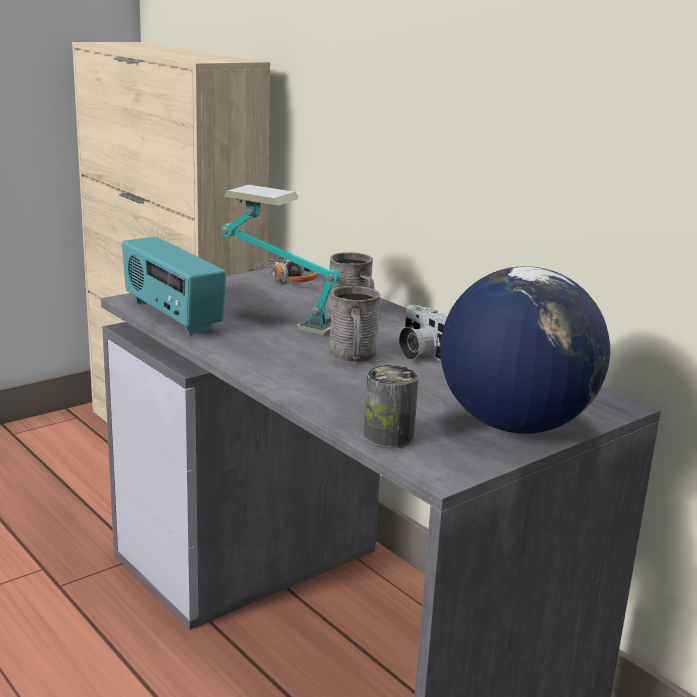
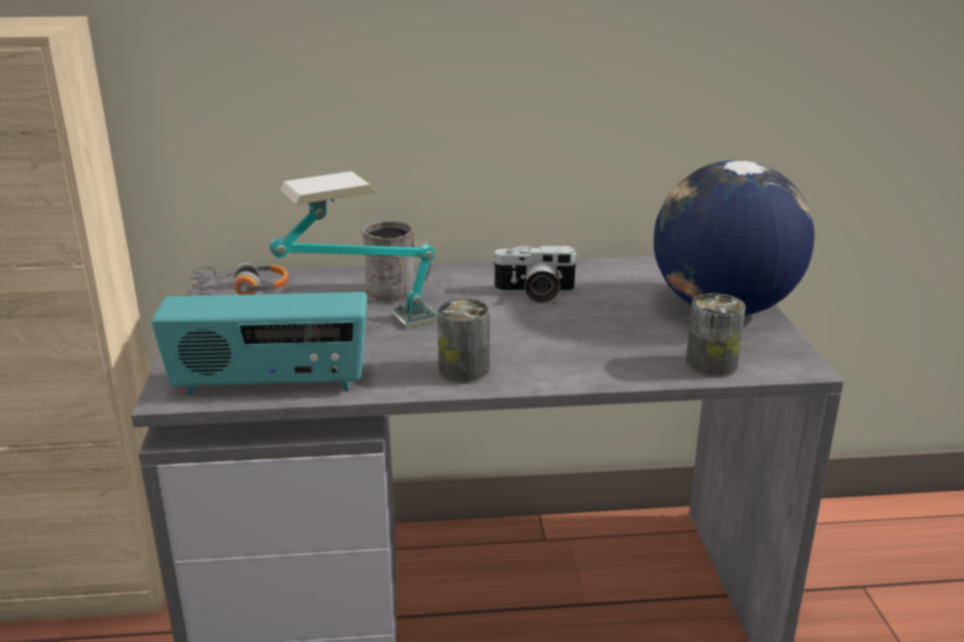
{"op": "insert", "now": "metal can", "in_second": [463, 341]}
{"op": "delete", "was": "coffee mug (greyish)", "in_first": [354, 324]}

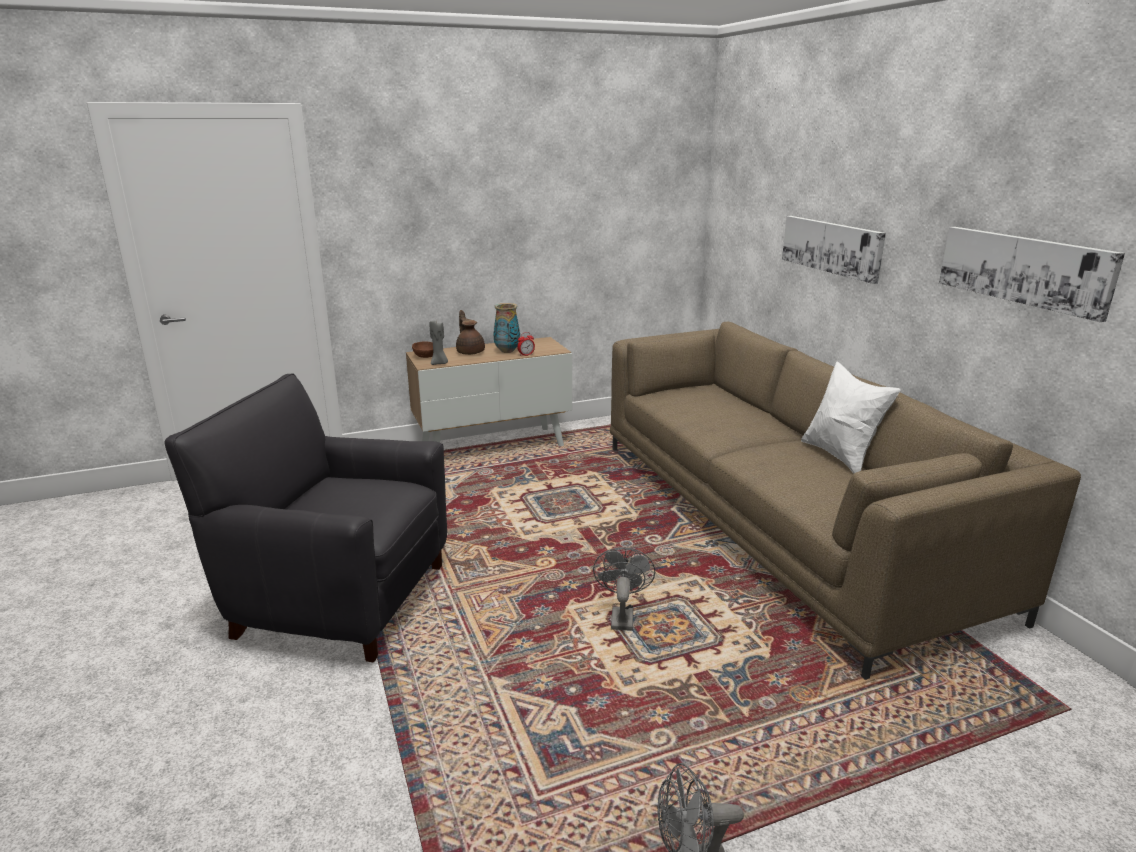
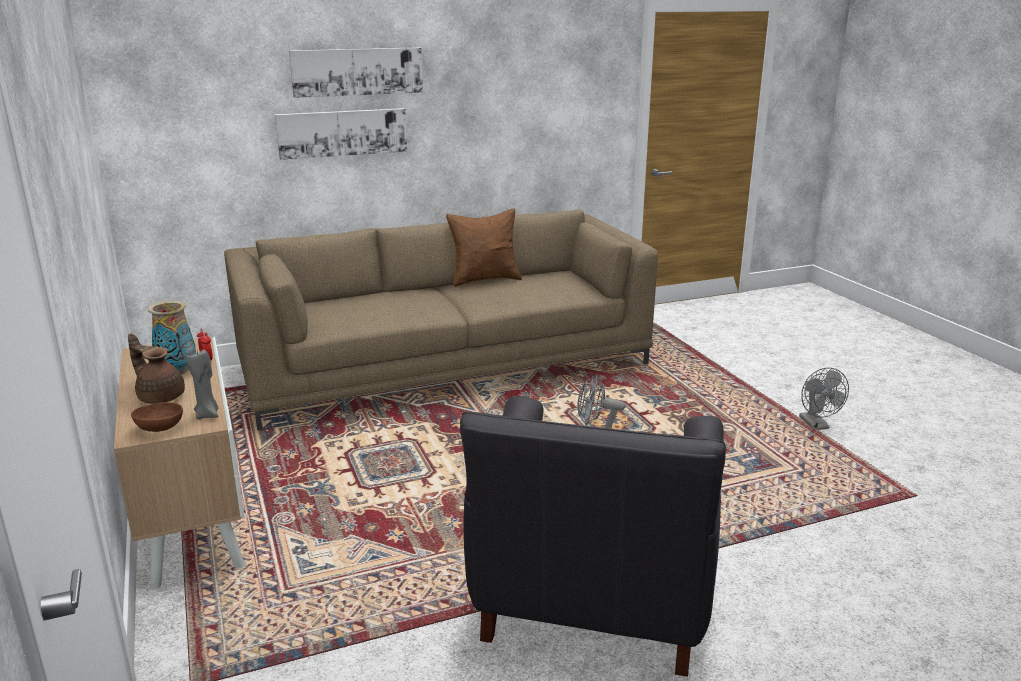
{"op": "rotate", "was": "teapot (brown)", "in_first": [470, 332], "in_second": [156, 368], "clockwise": 60}
{"op": "move", "was": "picture", "in_first": [1032, 274], "in_second": [356, 73]}
{"op": "recolor", "was": "pillow (white-coloured)", "now": "pillow (brown)", "in_first": [851, 417], "in_second": [484, 247]}

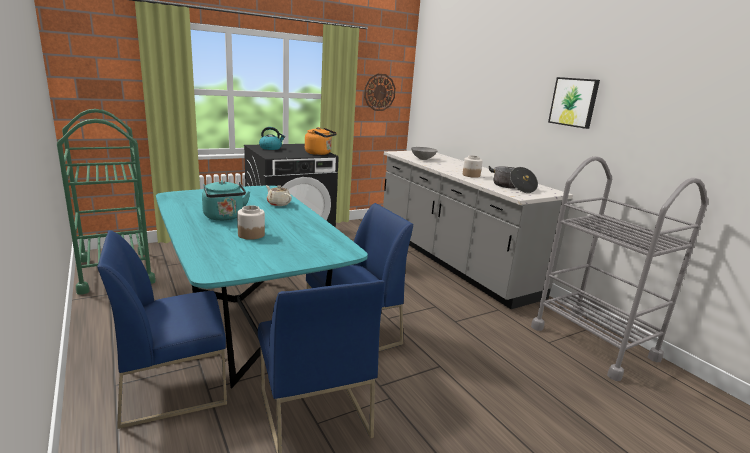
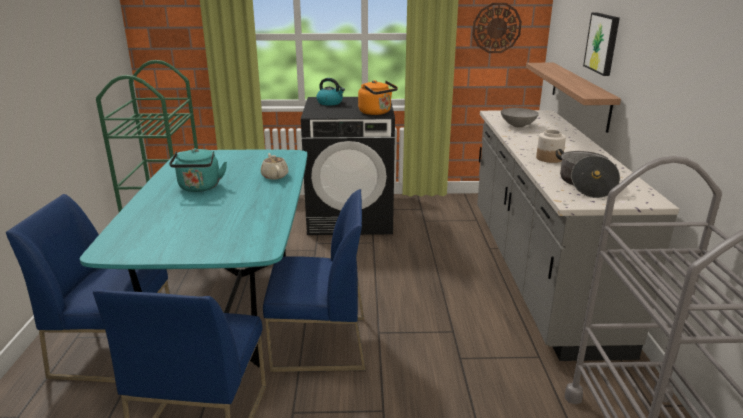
{"op": "insert", "now": "wall shelf", "in_second": [573, 98]}
{"op": "move", "was": "picture", "in_first": [574, 103], "in_second": [601, 44]}
{"op": "delete", "was": "preserve jar", "in_first": [251, 222]}

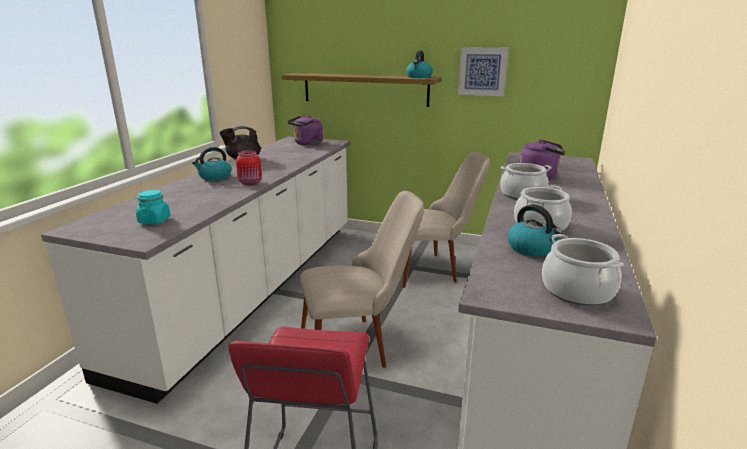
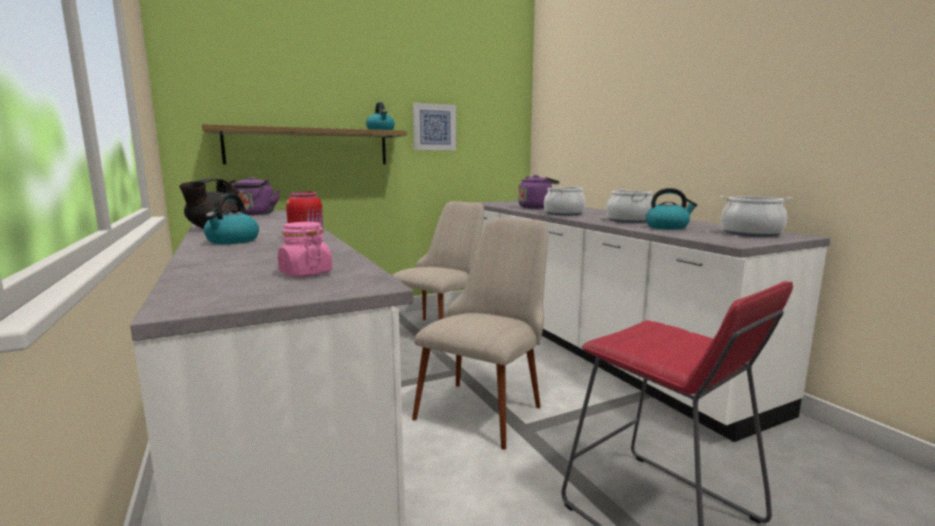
{"op": "recolor", "was": "preserve jar (turquoise)", "now": "preserve jar (pinkish)", "in_first": [153, 207], "in_second": [305, 249]}

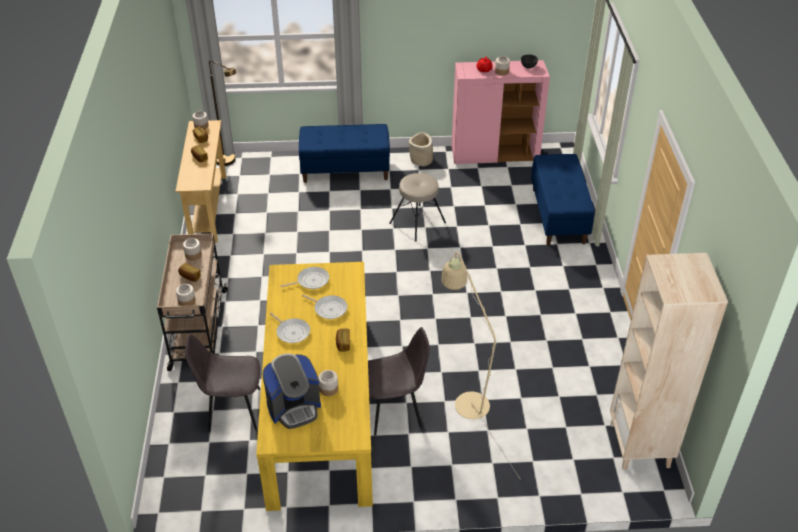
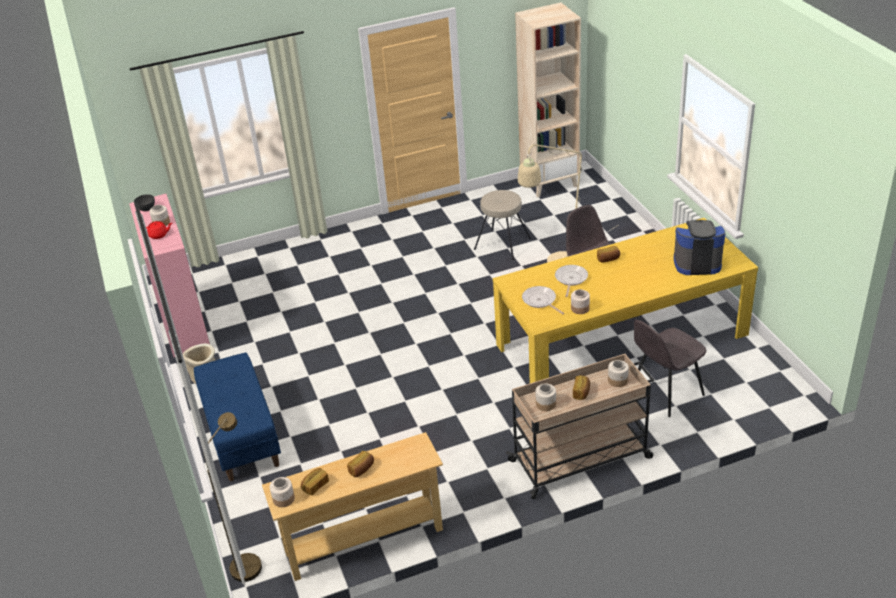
{"op": "move", "was": "stool seat (sand-coloured)", "in_first": [417, 207], "in_second": [502, 225]}
{"op": "move", "was": "preserve jar", "in_first": [328, 383], "in_second": [580, 301]}
{"op": "rotate", "was": "chair (greyish)", "in_first": [222, 382], "in_second": [670, 368], "clockwise": 75}
{"op": "rotate", "was": "coffee brewer", "in_first": [291, 391], "in_second": [699, 247], "clockwise": -45}
{"op": "delete", "was": "skillet", "in_first": [290, 328]}
{"op": "delete", "was": "bench (blue-coloured)", "in_first": [562, 200]}

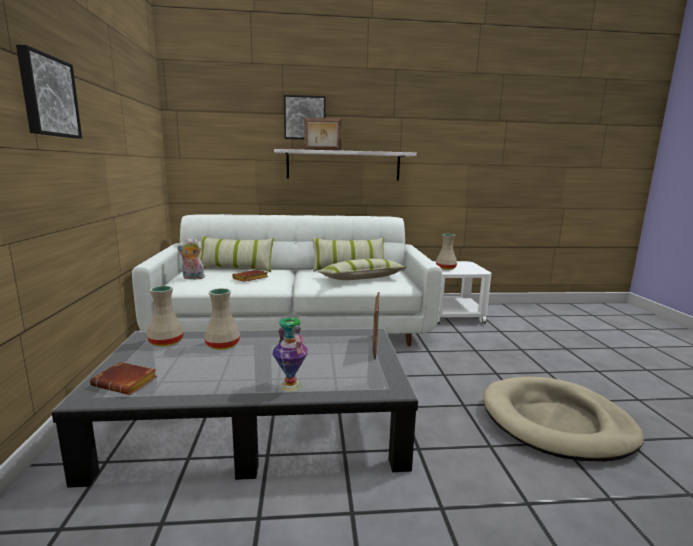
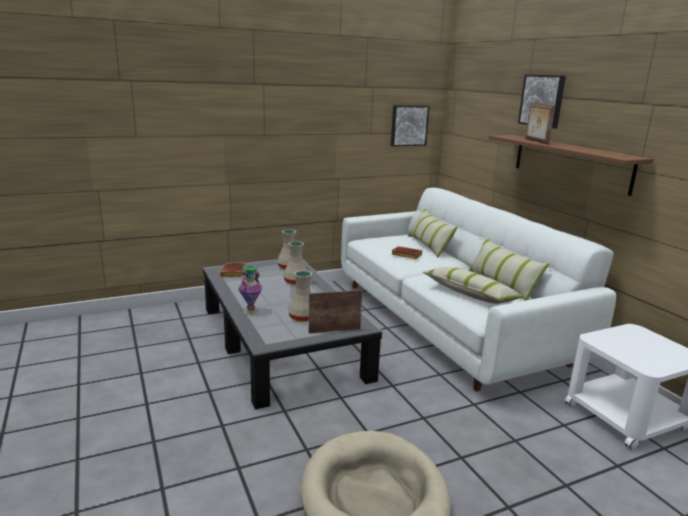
{"op": "move", "was": "flower vase (sand-coloured)", "in_first": [446, 252], "in_second": [300, 296]}
{"op": "move", "was": "picture", "in_first": [49, 92], "in_second": [410, 125]}
{"op": "recolor", "was": "wall shelf (white-coloured)", "now": "wall shelf (brown)", "in_first": [345, 165], "in_second": [571, 165]}
{"op": "delete", "was": "cuddly toy", "in_first": [191, 258]}

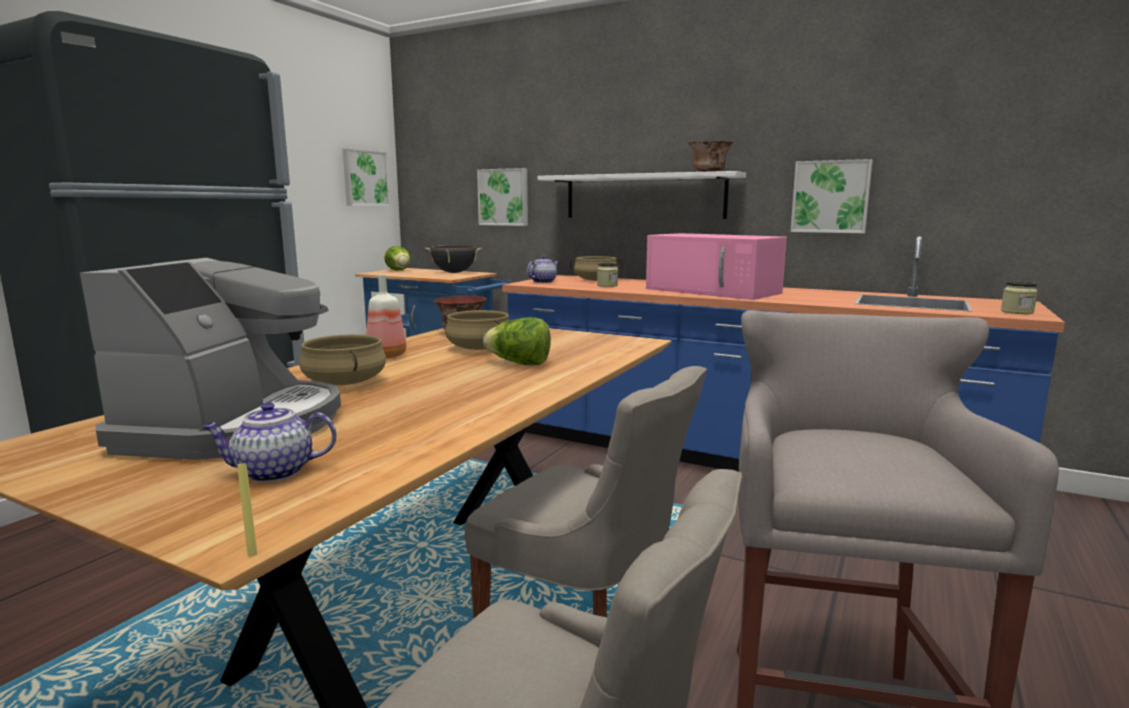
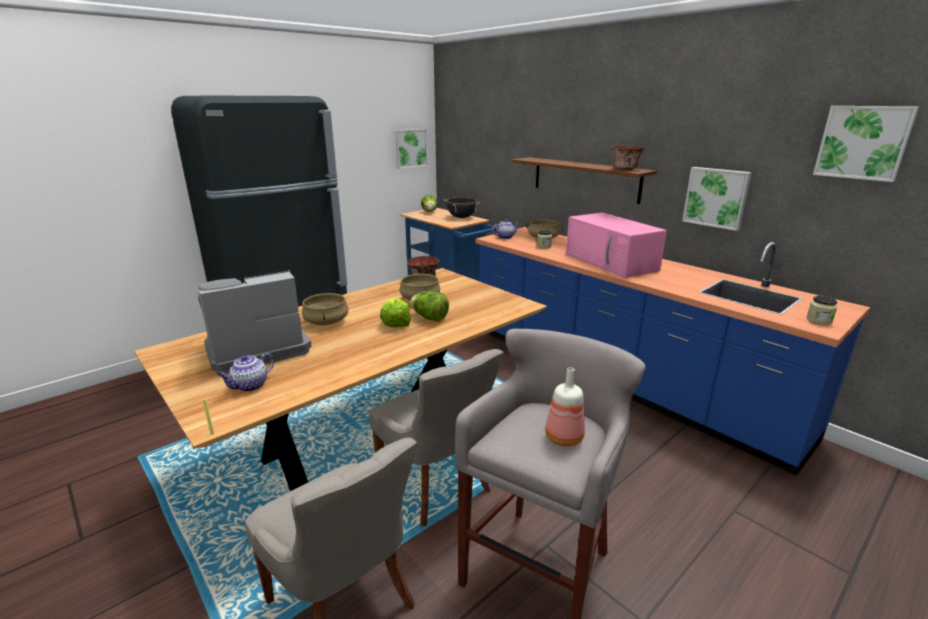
{"op": "rotate", "was": "coffee brewer", "in_first": [210, 359], "in_second": [255, 322], "clockwise": -150}
{"op": "rotate", "was": "teapot", "in_first": [269, 442], "in_second": [246, 372], "clockwise": -60}
{"op": "insert", "now": "lettuce head", "in_second": [395, 312]}
{"op": "recolor", "was": "wall shelf (white-coloured)", "now": "wall shelf (brown)", "in_first": [642, 195], "in_second": [584, 180]}
{"op": "move", "was": "beverage bottle", "in_first": [386, 316], "in_second": [565, 407]}
{"op": "move", "was": "picture", "in_first": [502, 197], "in_second": [866, 144]}

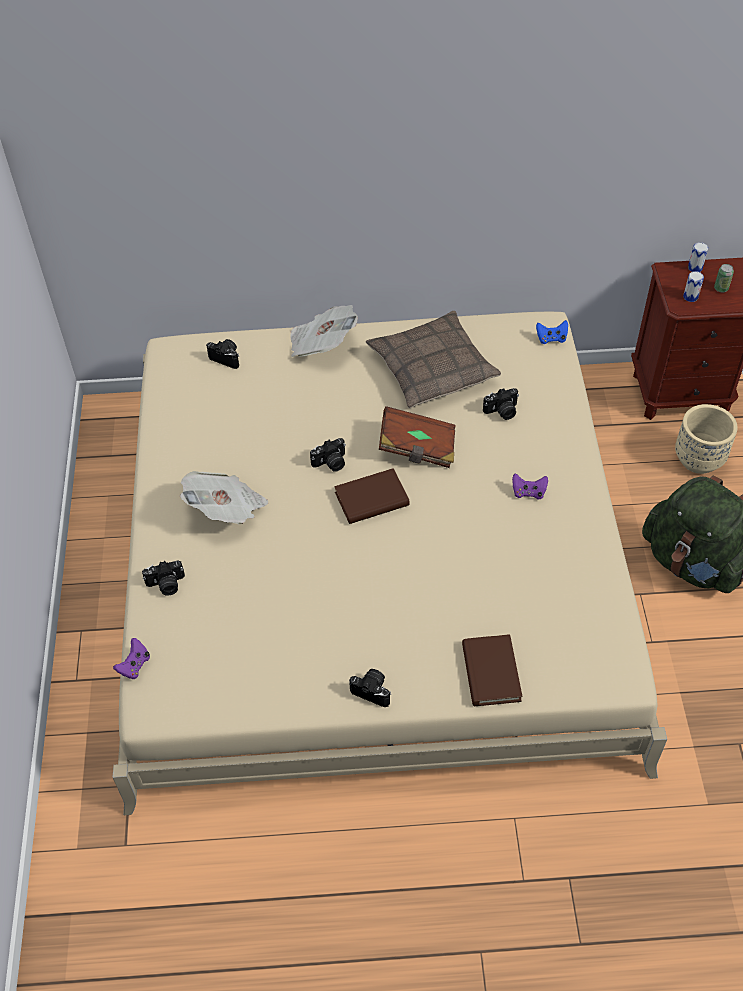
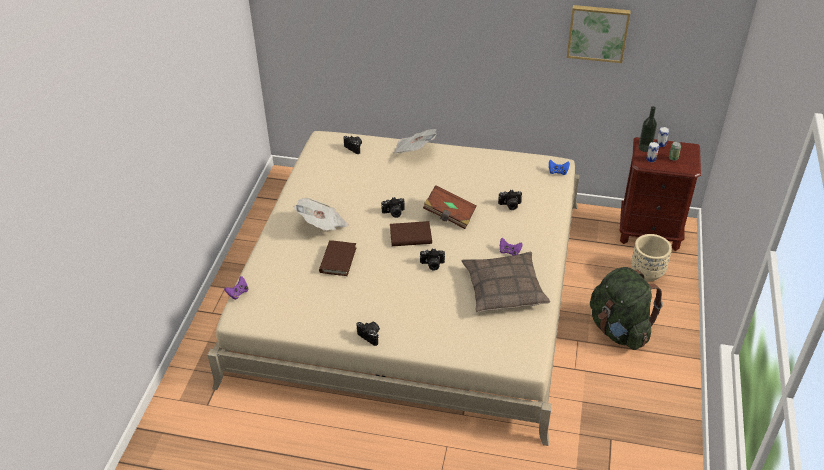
{"op": "move", "was": "volume (brown)", "in_first": [492, 670], "in_second": [337, 258]}
{"op": "move", "was": "photo camera", "in_first": [163, 578], "in_second": [432, 259]}
{"op": "move", "was": "pillow", "in_first": [433, 359], "in_second": [505, 282]}
{"op": "insert", "now": "picture", "in_second": [599, 34]}
{"op": "insert", "now": "beverage bottle", "in_second": [647, 129]}

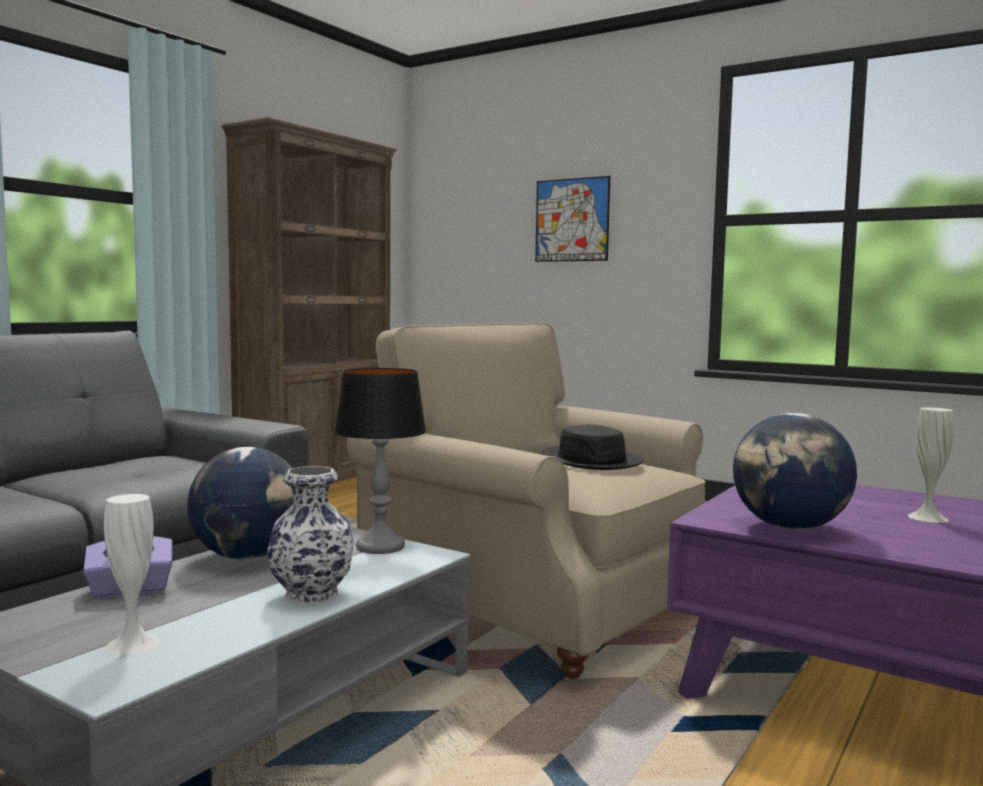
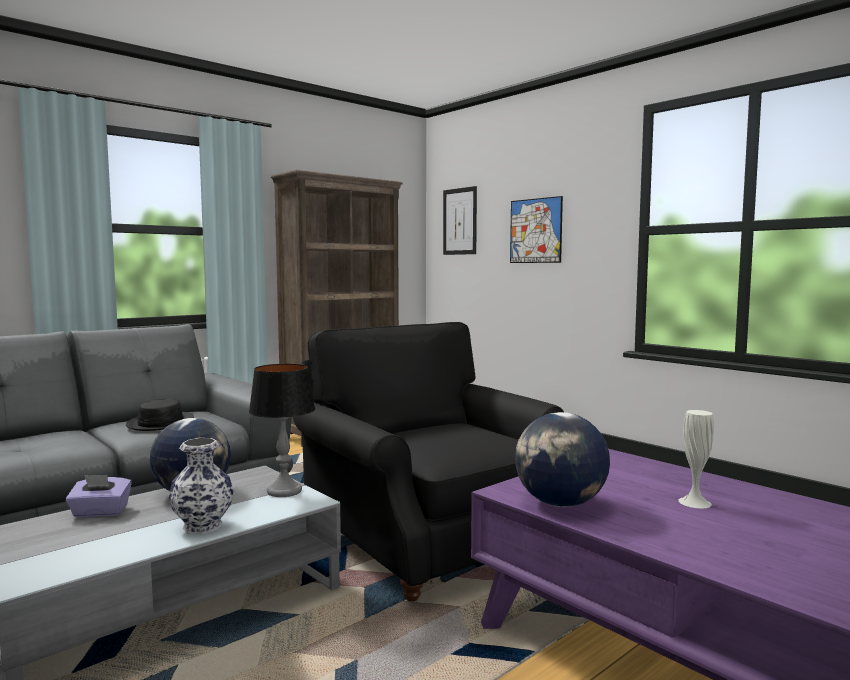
{"op": "move", "was": "wearable hat (black-coloured)", "in_first": [593, 447], "in_second": [160, 415]}
{"op": "recolor", "was": "lounge chair (sand-coloured)", "now": "lounge chair (black-coloured)", "in_first": [526, 501], "in_second": [428, 462]}
{"op": "insert", "now": "picture", "in_second": [460, 220]}
{"op": "delete", "was": "flower vase (white-coloured)", "in_first": [132, 574]}

